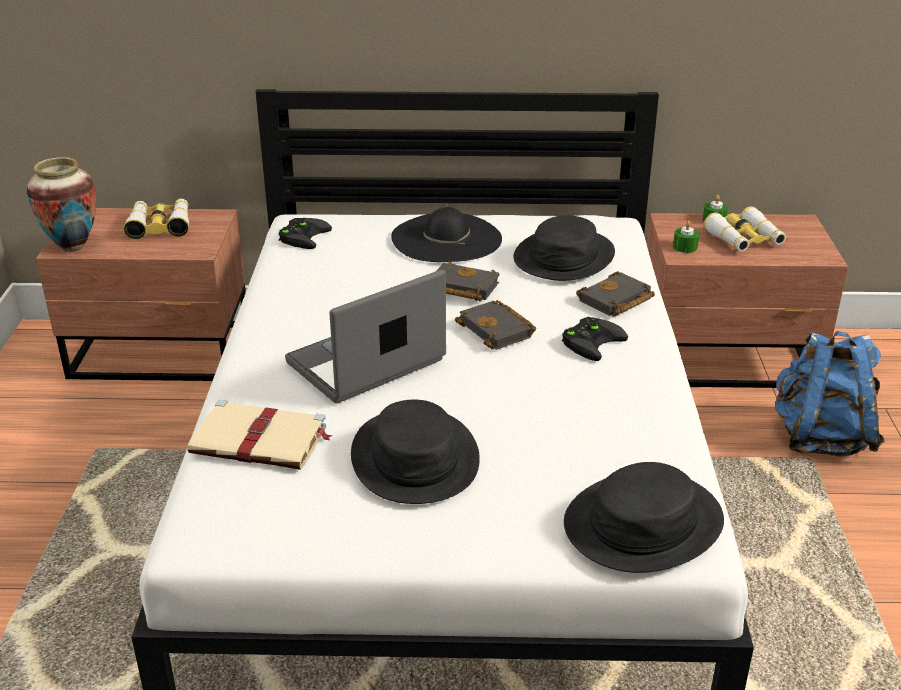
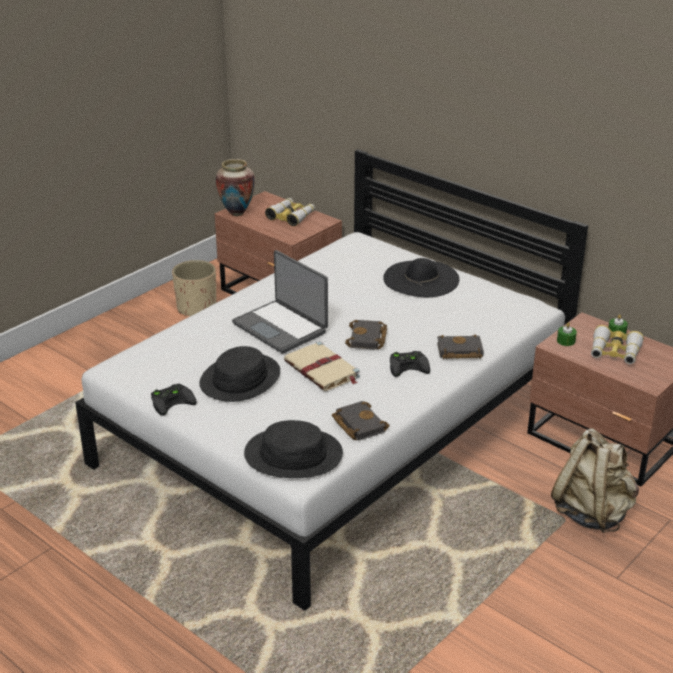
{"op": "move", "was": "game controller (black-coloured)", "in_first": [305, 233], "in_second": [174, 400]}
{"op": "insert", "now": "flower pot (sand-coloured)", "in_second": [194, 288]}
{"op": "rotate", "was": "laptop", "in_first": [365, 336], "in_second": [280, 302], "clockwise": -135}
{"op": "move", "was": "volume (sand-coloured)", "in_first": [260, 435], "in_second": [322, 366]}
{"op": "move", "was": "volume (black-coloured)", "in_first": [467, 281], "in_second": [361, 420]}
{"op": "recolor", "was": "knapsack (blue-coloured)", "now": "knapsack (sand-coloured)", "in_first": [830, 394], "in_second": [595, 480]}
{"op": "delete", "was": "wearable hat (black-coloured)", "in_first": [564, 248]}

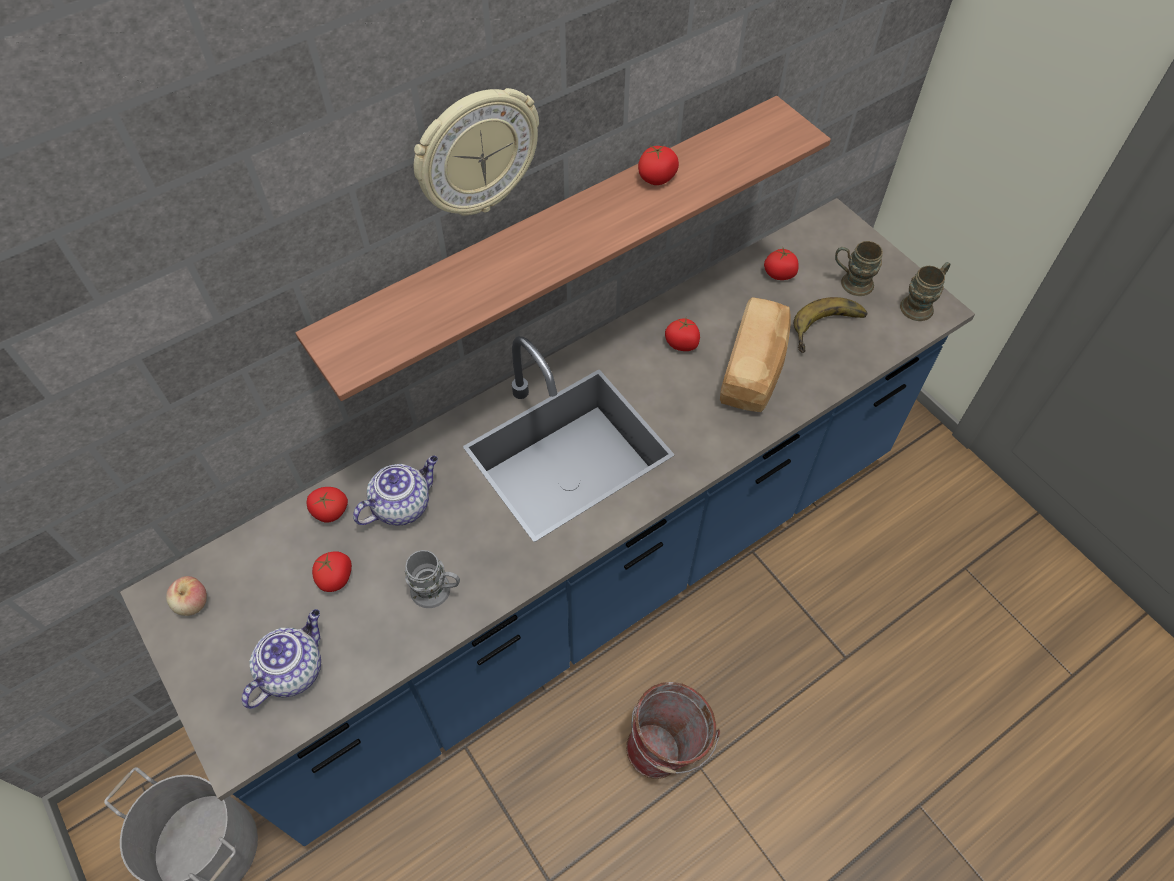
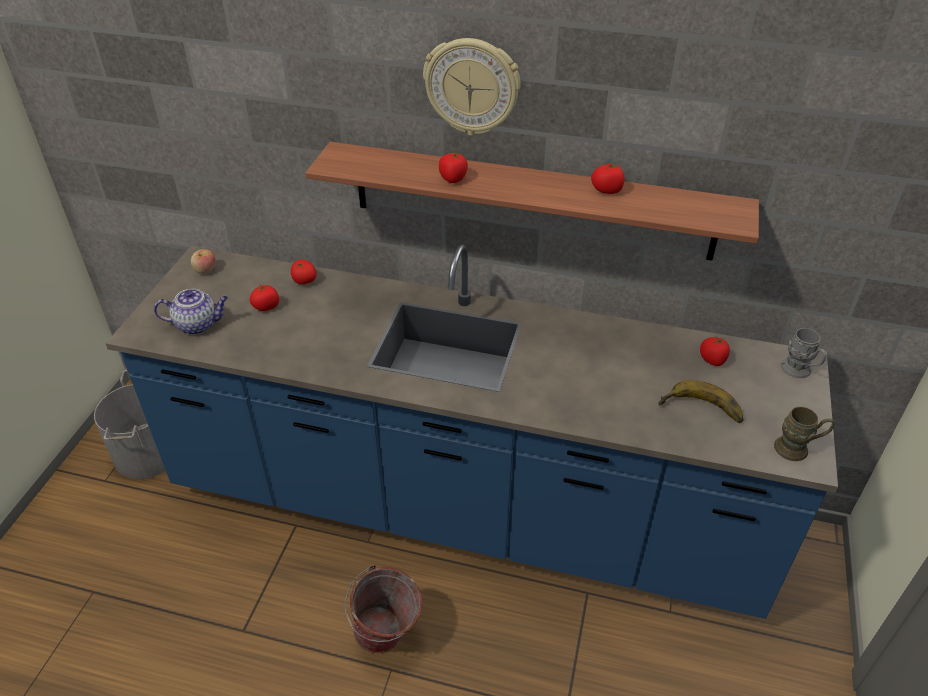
{"op": "move", "was": "tomato", "in_first": [682, 334], "in_second": [453, 167]}
{"op": "move", "was": "coffee mug (greyish)", "in_first": [432, 579], "in_second": [804, 353]}
{"op": "delete", "was": "teapot", "in_first": [395, 491]}
{"op": "delete", "was": "baked bread", "in_first": [755, 354]}
{"op": "delete", "was": "coffee mug (brown)", "in_first": [859, 268]}

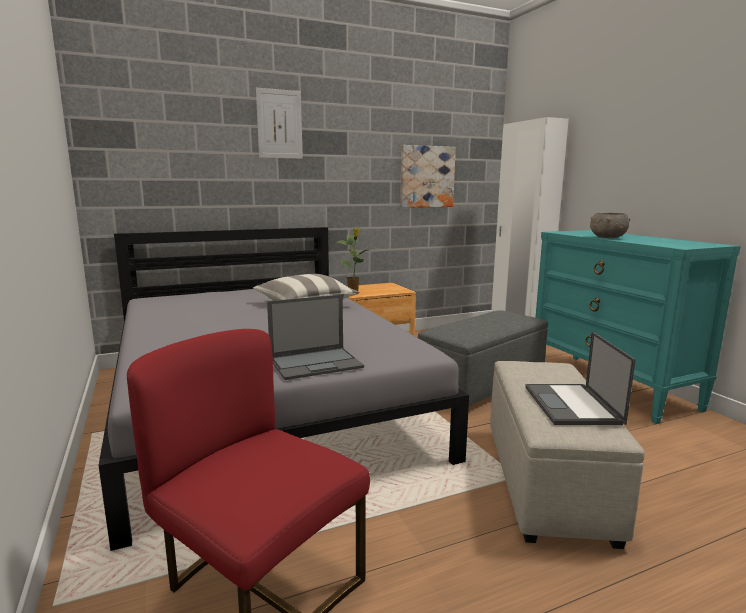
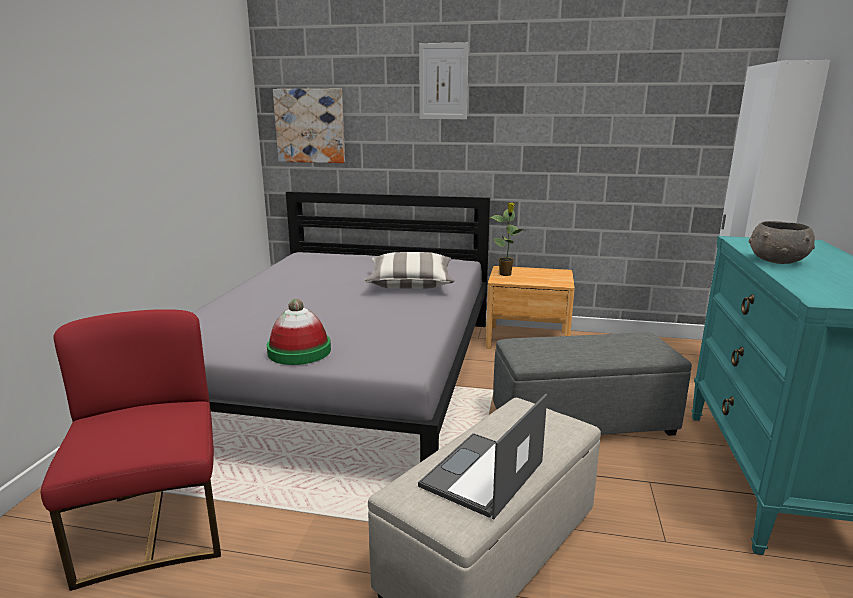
{"op": "replace", "was": "laptop", "now": "wearable hat", "in_first": [315, 337], "in_second": [299, 332]}
{"op": "move", "was": "picture", "in_first": [428, 176], "in_second": [309, 126]}

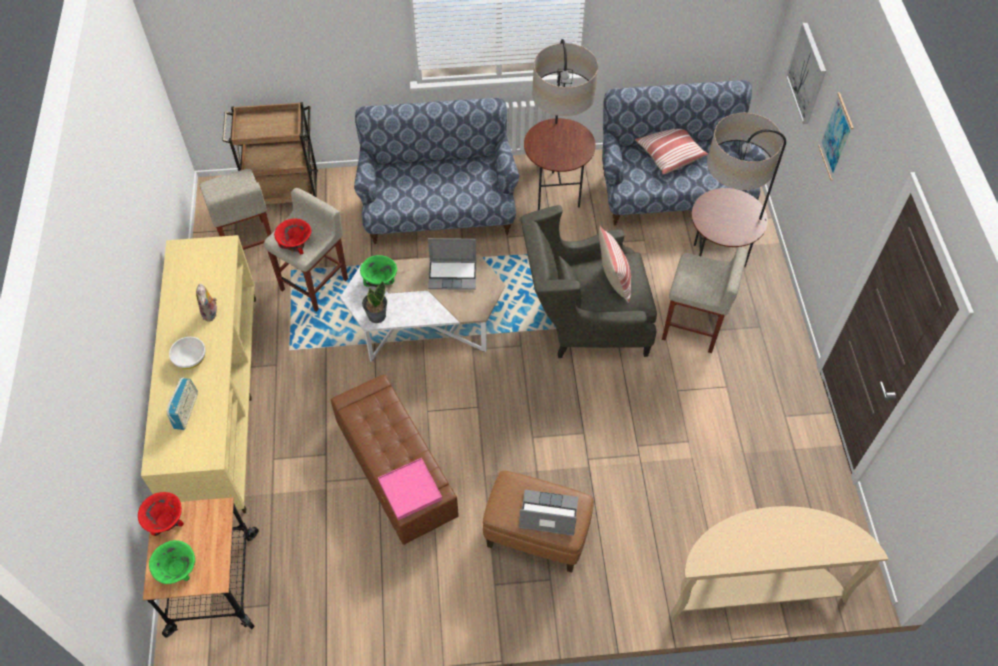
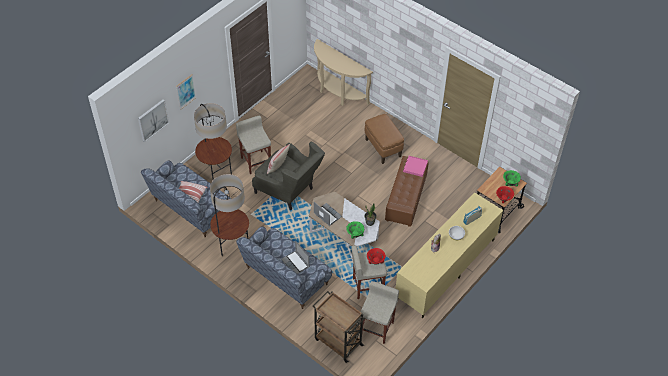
{"op": "move", "was": "laptop", "in_first": [548, 513], "in_second": [295, 257]}

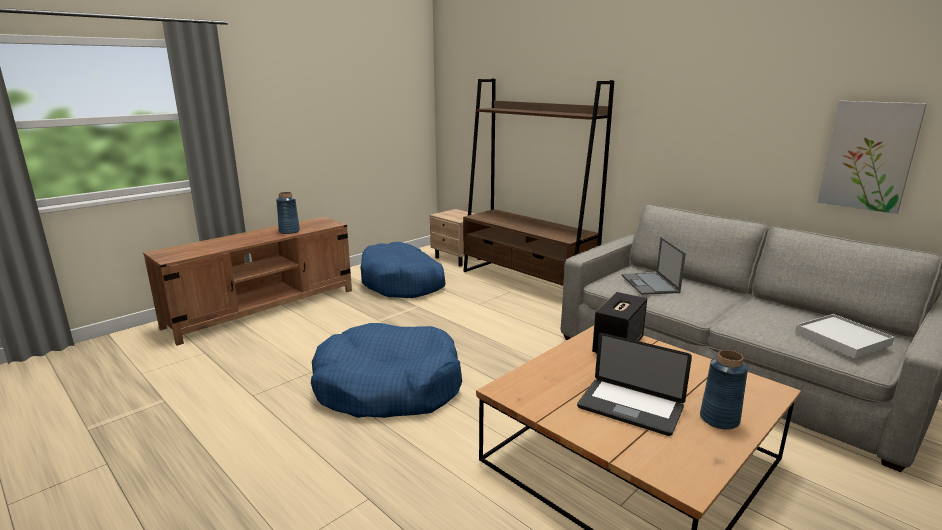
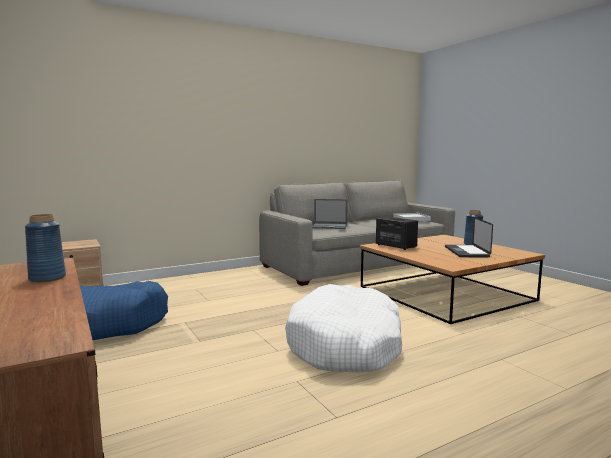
{"op": "recolor", "was": "dog cushion (blue-coloured)", "now": "dog cushion (white-coloured)", "in_first": [386, 370], "in_second": [343, 328]}
{"op": "rotate", "was": "laptop", "in_first": [634, 384], "in_second": [469, 237], "clockwise": 135}
{"op": "delete", "was": "bookcase (brown)", "in_first": [538, 182]}
{"op": "delete", "was": "picture", "in_first": [872, 157]}

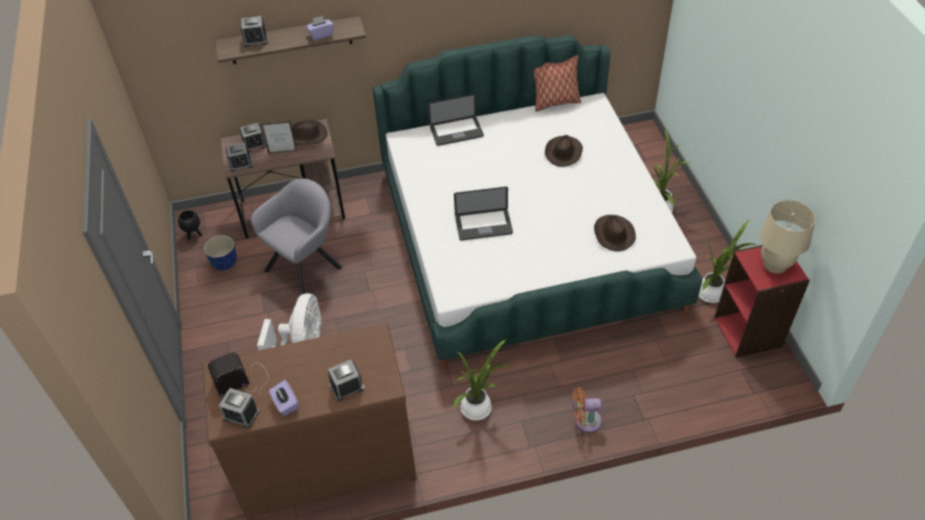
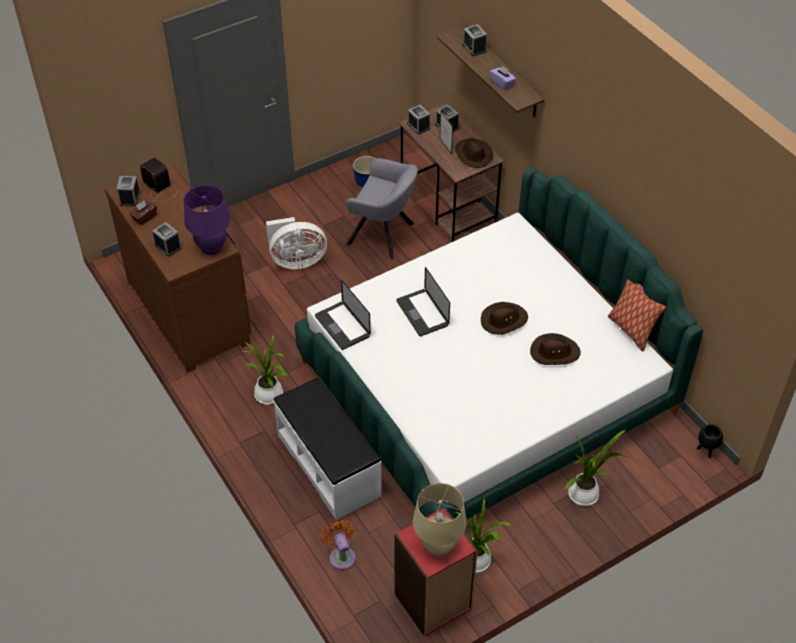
{"op": "recolor", "was": "tissue box (purple-coloured)", "now": "tissue box (brown)", "in_first": [283, 398], "in_second": [143, 212]}
{"op": "insert", "now": "lamp for a table (purple-coloured)", "in_second": [207, 220]}
{"op": "insert", "now": "bench (white-coloured)", "in_second": [327, 448]}
{"op": "move", "was": "laptop", "in_first": [456, 120], "in_second": [343, 315]}
{"op": "move", "was": "cooling fan (orange-coloured)", "in_first": [587, 409], "in_second": [338, 545]}
{"op": "move", "was": "wearable hat (brown)", "in_first": [615, 233], "in_second": [504, 318]}
{"op": "move", "was": "flower pot (black-coloured)", "in_first": [190, 225], "in_second": [710, 441]}

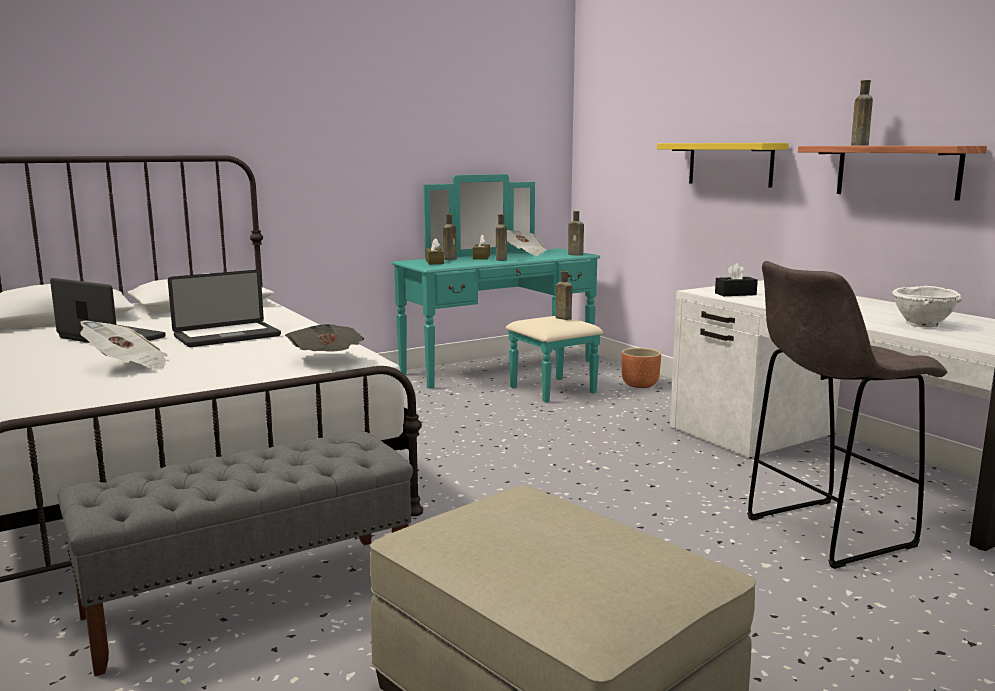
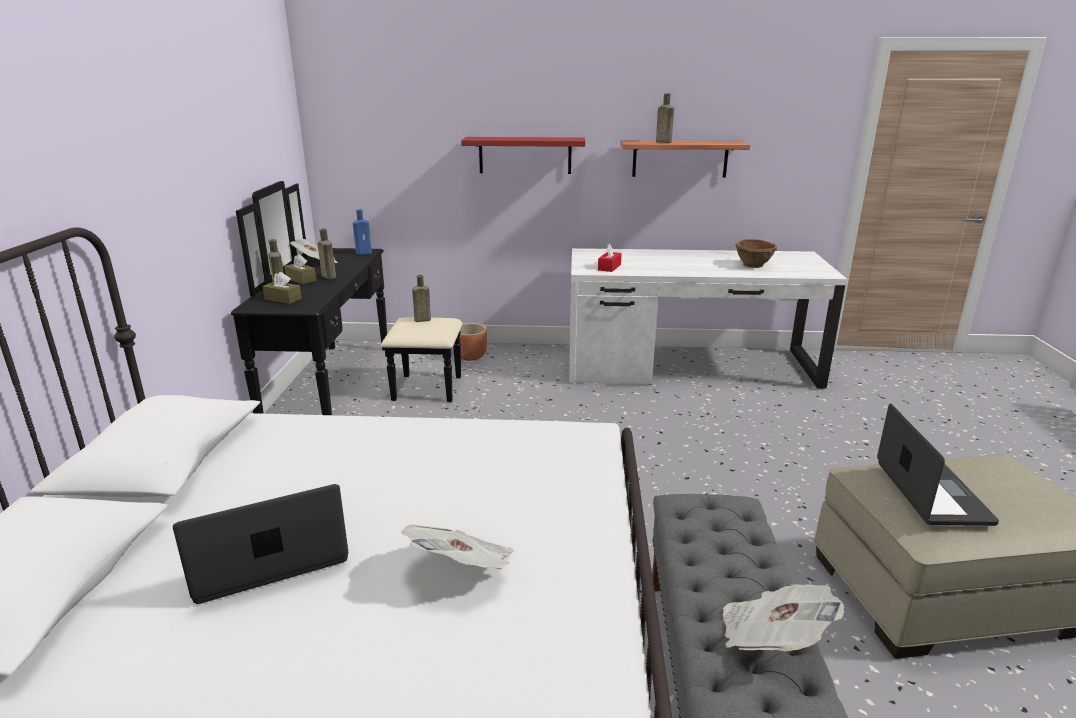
{"op": "recolor", "was": "dresser (turquoise)", "now": "dresser (black-coloured)", "in_first": [497, 288], "in_second": [347, 298]}
{"op": "recolor", "was": "beverage bottle (brown)", "now": "beverage bottle (blue-coloured)", "in_first": [576, 233], "in_second": [362, 232]}
{"op": "recolor", "was": "wall shelf (yellowish)", "now": "wall shelf (red-coloured)", "in_first": [723, 165], "in_second": [523, 155]}
{"op": "recolor", "was": "tissue box (black-coloured)", "now": "tissue box (red-coloured)", "in_first": [736, 279], "in_second": [610, 257]}
{"op": "move", "was": "daily paper", "in_first": [324, 337], "in_second": [783, 617]}
{"op": "recolor", "was": "serving bowl (white-coloured)", "now": "serving bowl (brown)", "in_first": [927, 306], "in_second": [756, 253]}
{"op": "move", "was": "laptop", "in_first": [224, 308], "in_second": [938, 465]}
{"op": "delete", "was": "stool seat (greyish)", "in_first": [847, 415]}

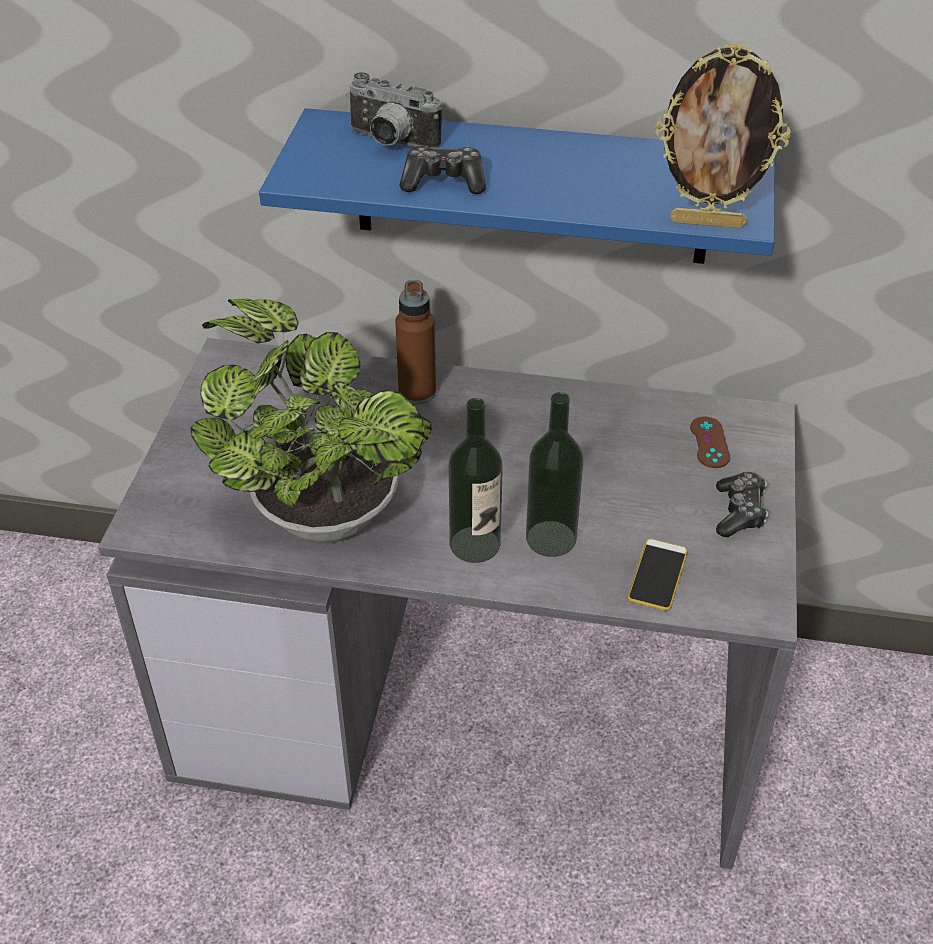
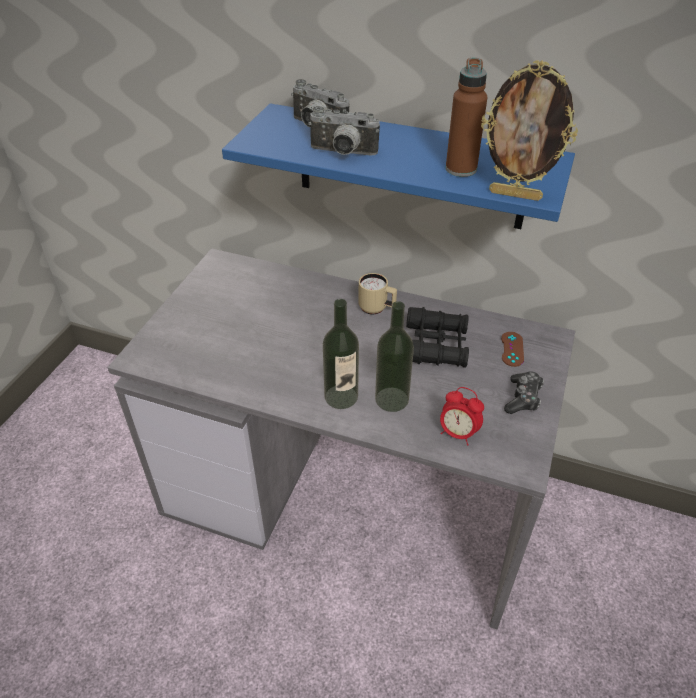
{"op": "replace", "was": "game controller", "now": "photo camera", "in_first": [443, 170], "in_second": [344, 131]}
{"op": "insert", "now": "coffee mug (sand-coloured)", "in_second": [377, 294]}
{"op": "insert", "now": "pair of binoculars (black-coloured)", "in_second": [437, 337]}
{"op": "replace", "was": "phone", "now": "bedside clock", "in_first": [657, 575], "in_second": [462, 416]}
{"op": "move", "was": "beverage bottle (brown)", "in_first": [415, 342], "in_second": [467, 117]}
{"op": "delete", "was": "potted plant", "in_first": [311, 420]}

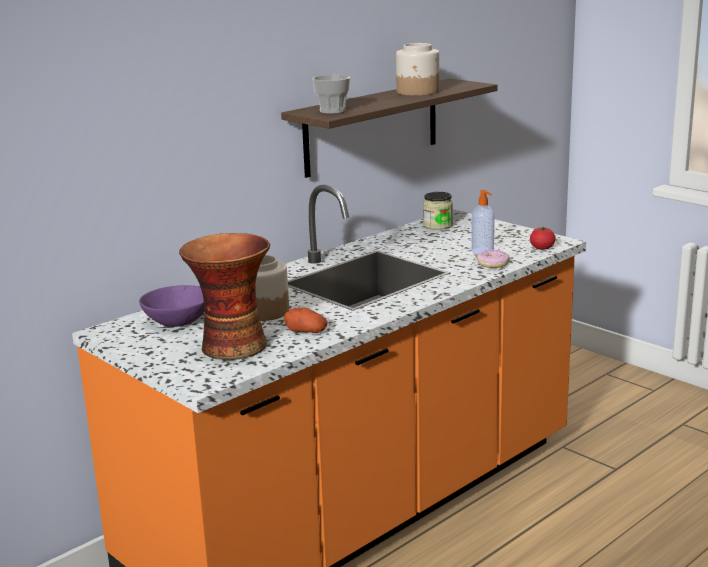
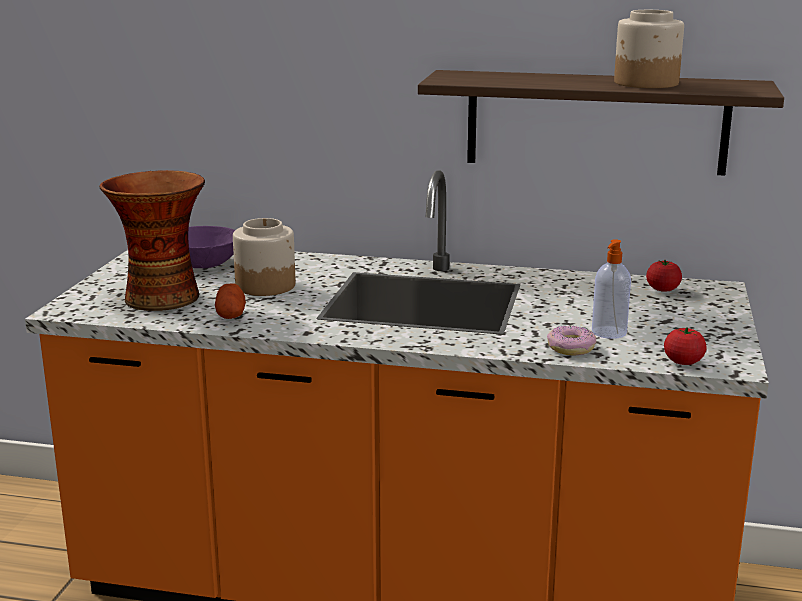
{"op": "replace", "was": "preserve jar", "now": "tomato", "in_first": [438, 211], "in_second": [664, 276]}
{"op": "delete", "was": "small cup", "in_first": [331, 94]}

